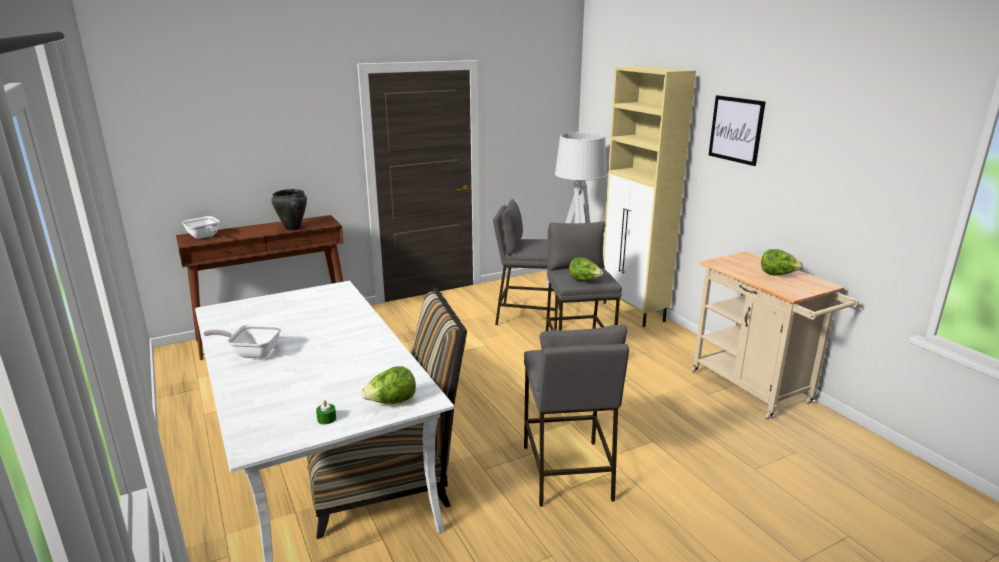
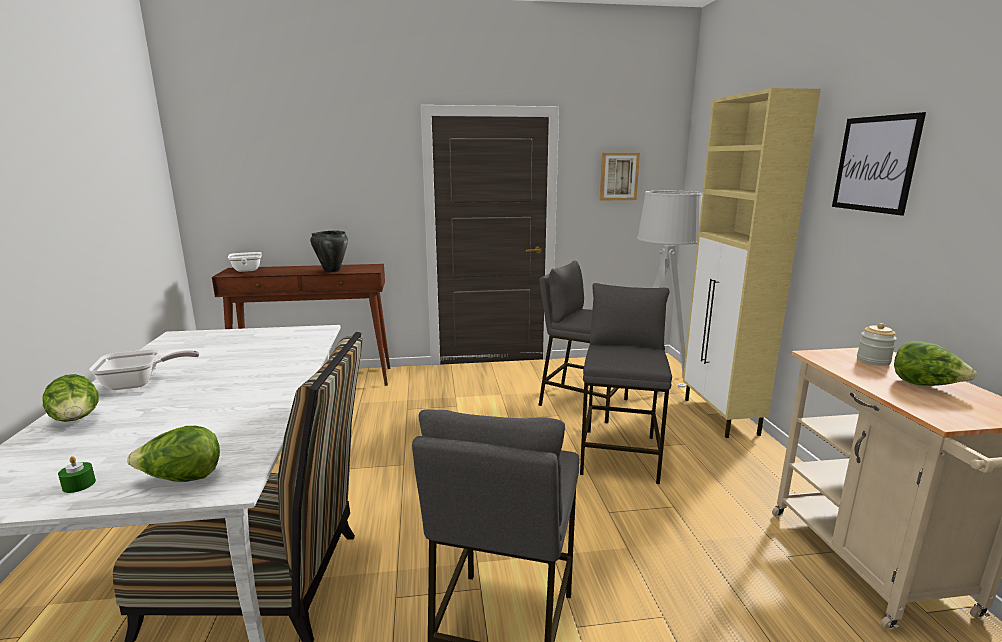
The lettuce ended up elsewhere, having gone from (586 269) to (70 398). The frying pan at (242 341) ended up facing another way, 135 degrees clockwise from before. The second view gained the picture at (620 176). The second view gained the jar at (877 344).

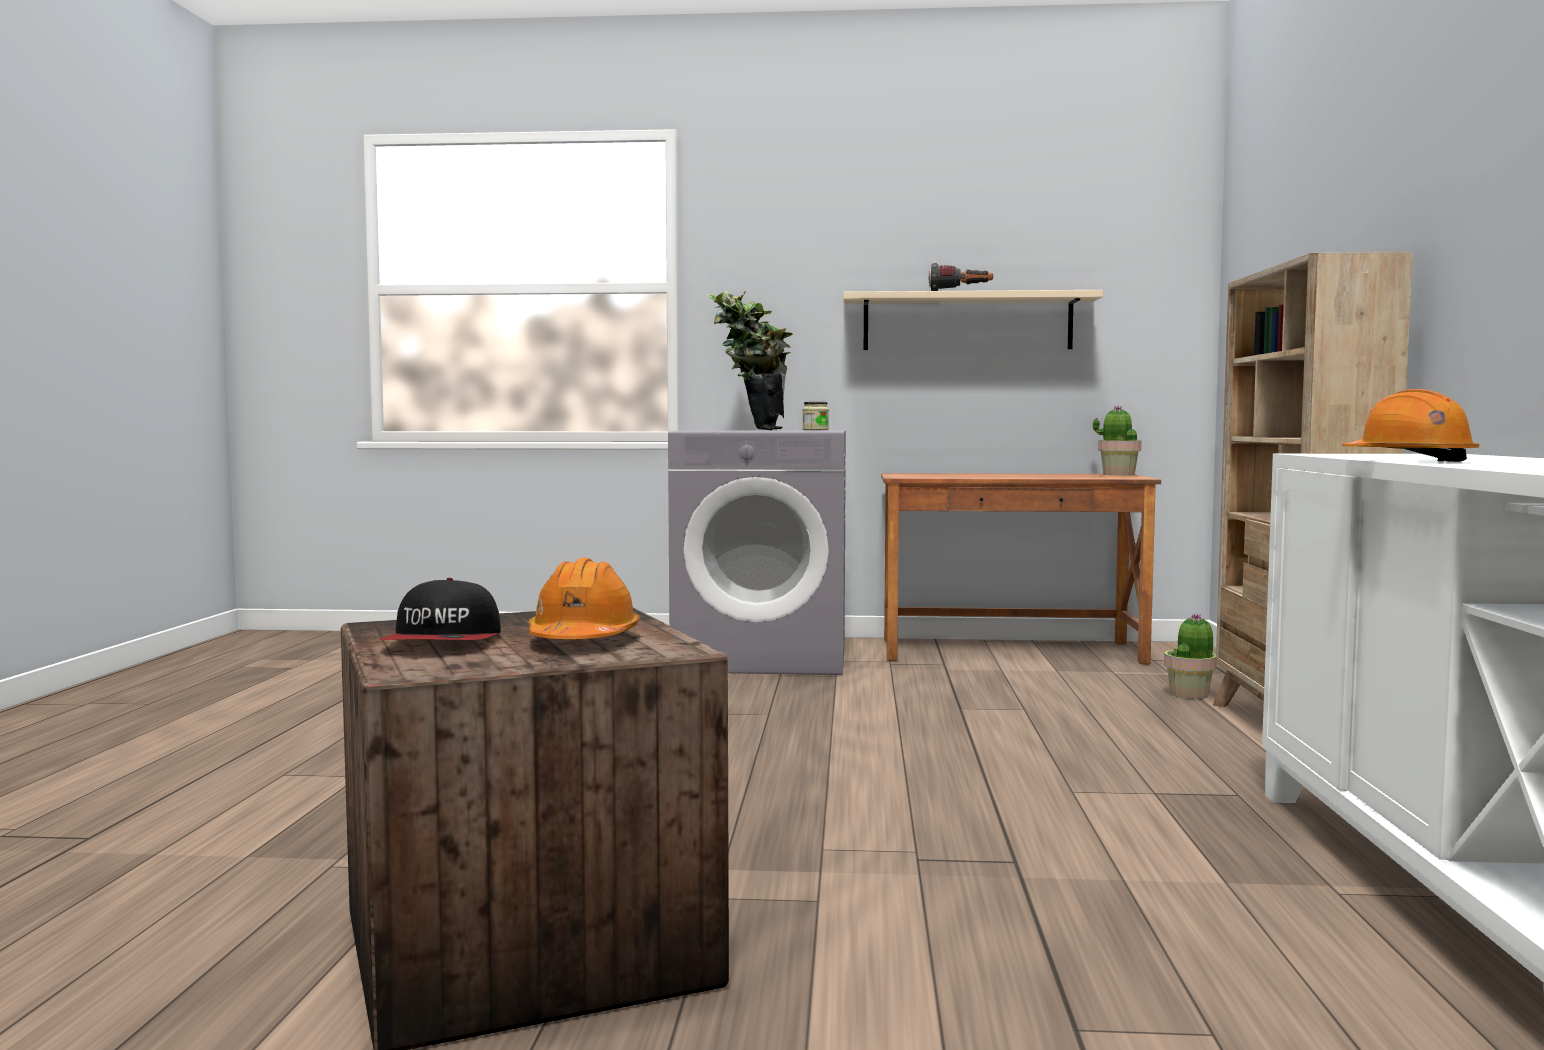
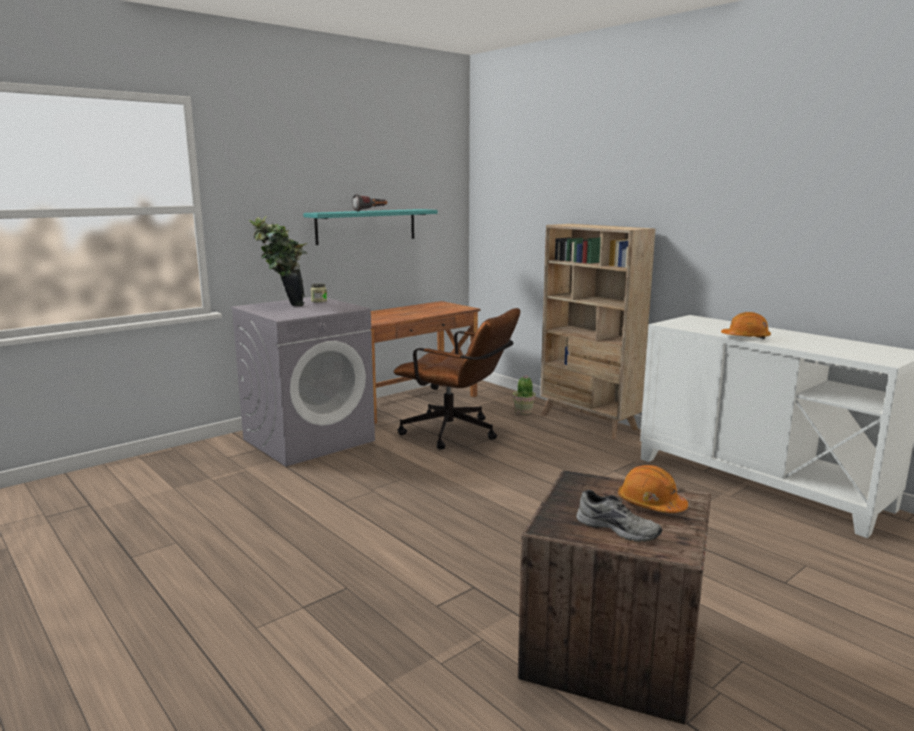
What was the beige shelf at (973 320) turned into the turquoise shelf at (370 227). The second view lost the potted plant at (1117 441). Where the cap stood at (440 609), the grey shoe came to stand at (619 516). The second view gained the brown office chair at (457 379).

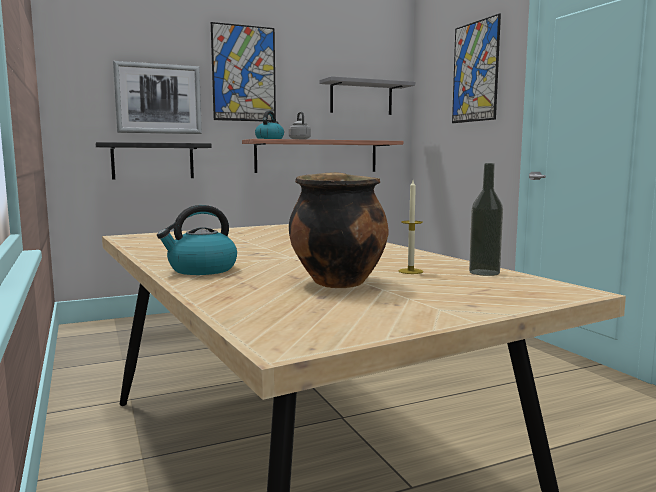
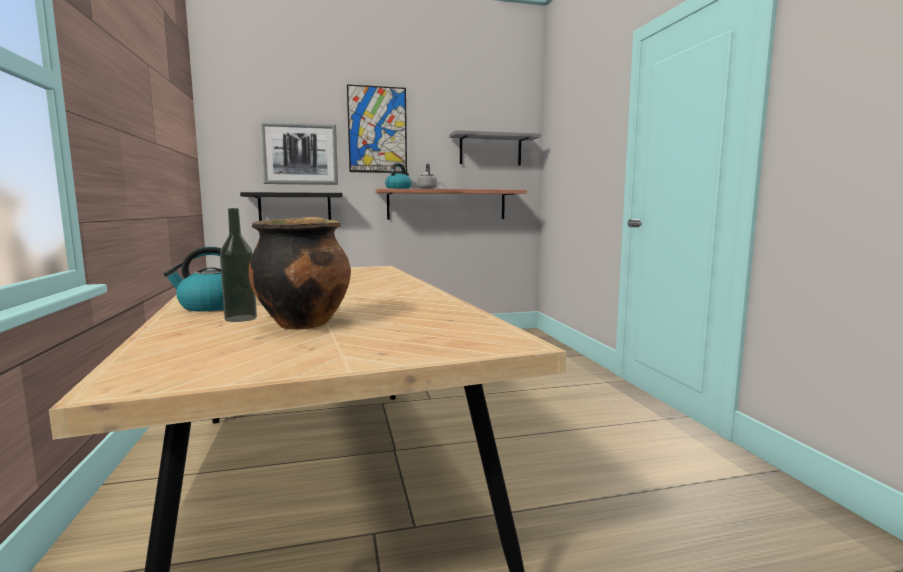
The second view lost the picture at (476 68). The bottle ended up elsewhere, having gone from (486 219) to (238 265). The second view lost the candle at (411 227).

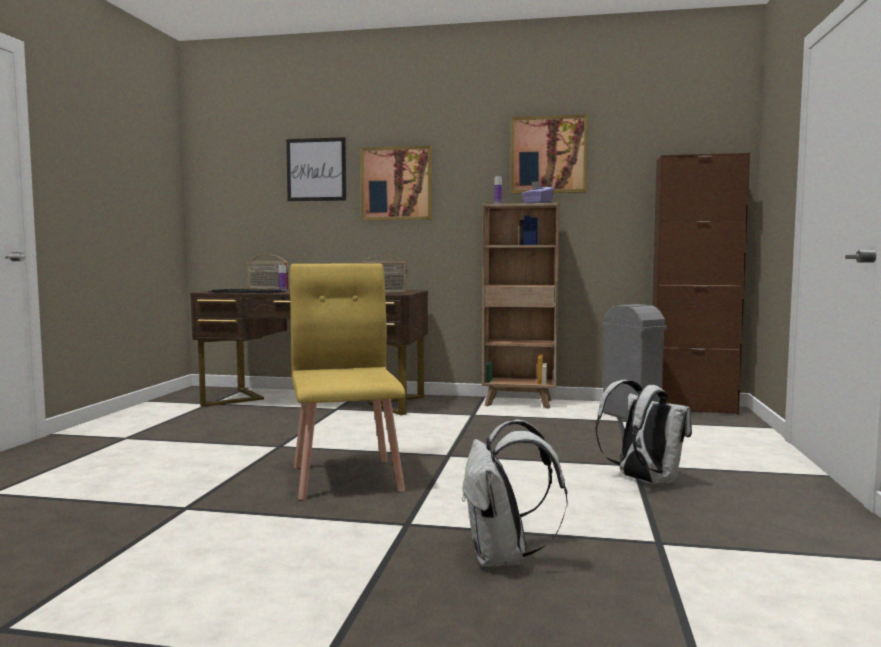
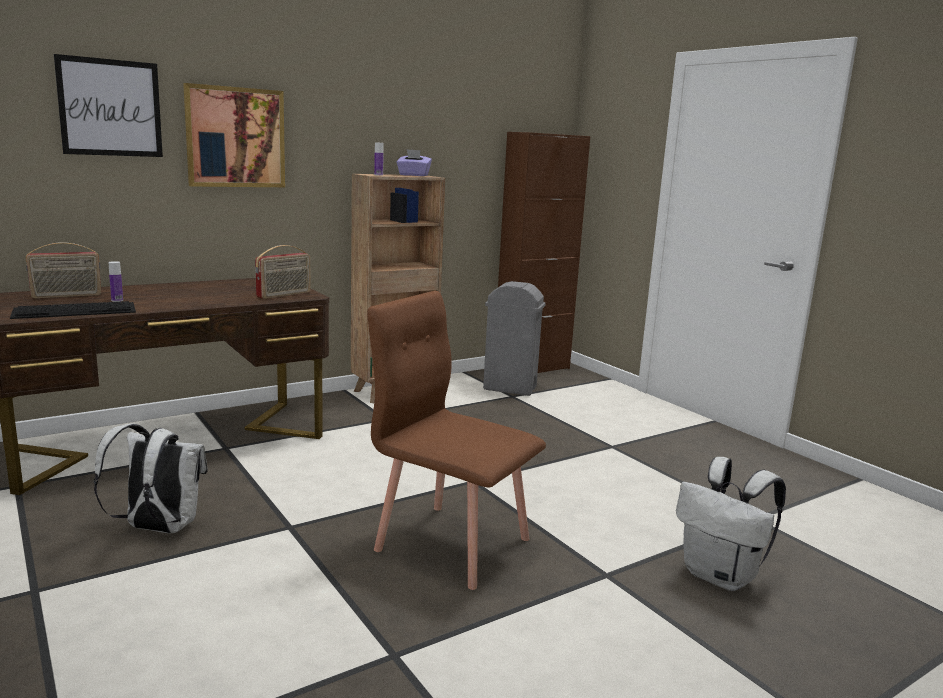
The second view lost the picture at (549 154). What was the yellow chair at (347 382) turned into the brown chair at (457 440). The white backpack ended up elsewhere, having gone from (643 432) to (151 478).

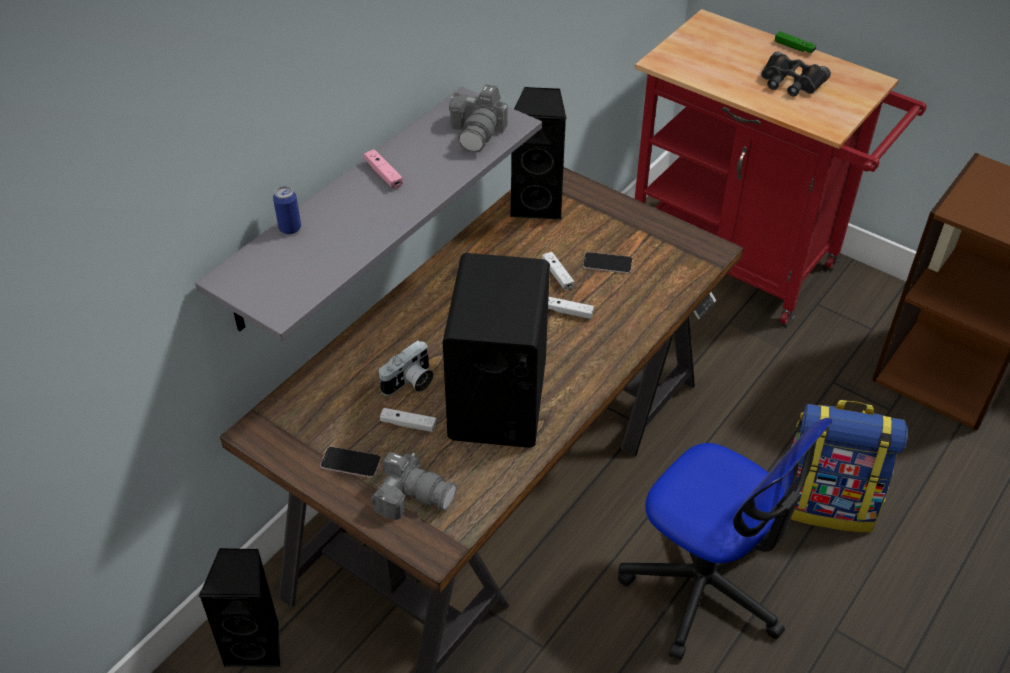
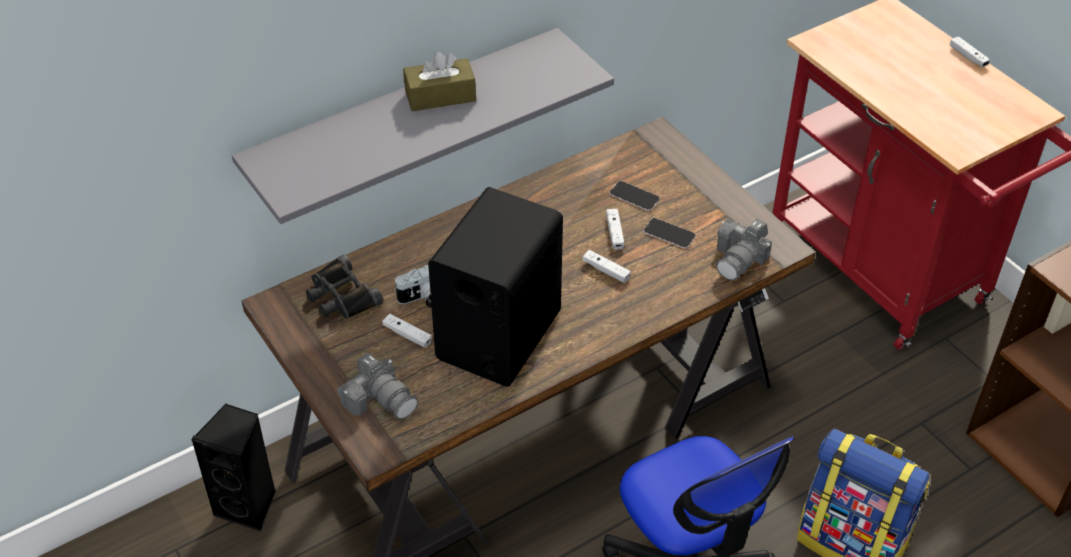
What was the green game controller at (795 42) turned into the white game controller at (970 51). The black binoculars ended up elsewhere, having gone from (796 74) to (344 287). The photo camera ended up elsewhere, having gone from (478 118) to (744 249). The second view lost the black speaker at (538 153). Where the pink game controller stood at (383 169), the brown tissue box came to stand at (439 81). The second view lost the can at (287 210). The phone ended up elsewhere, having gone from (350 462) to (634 196).

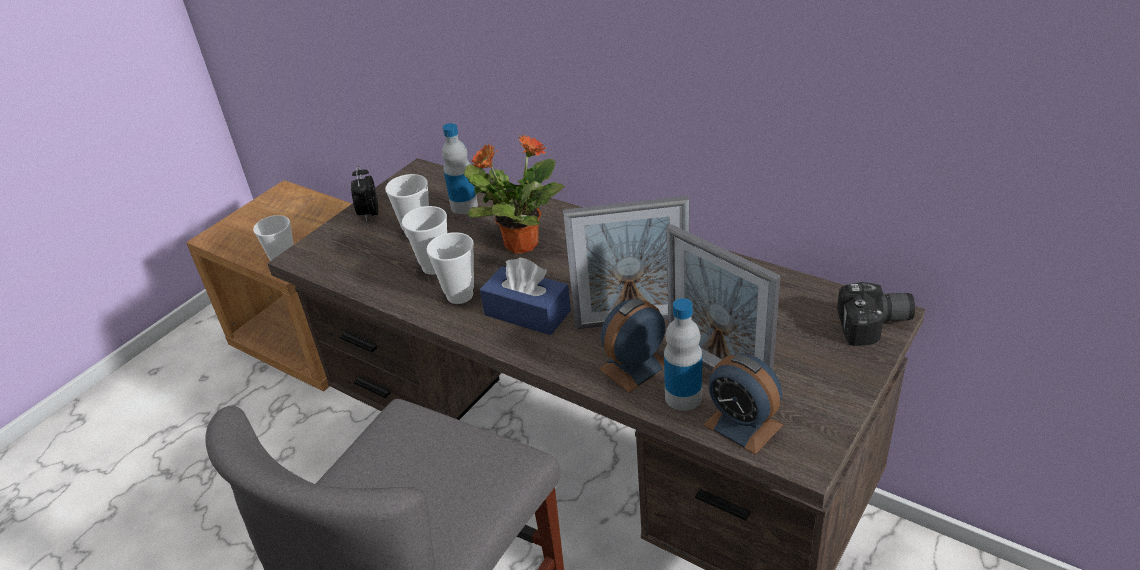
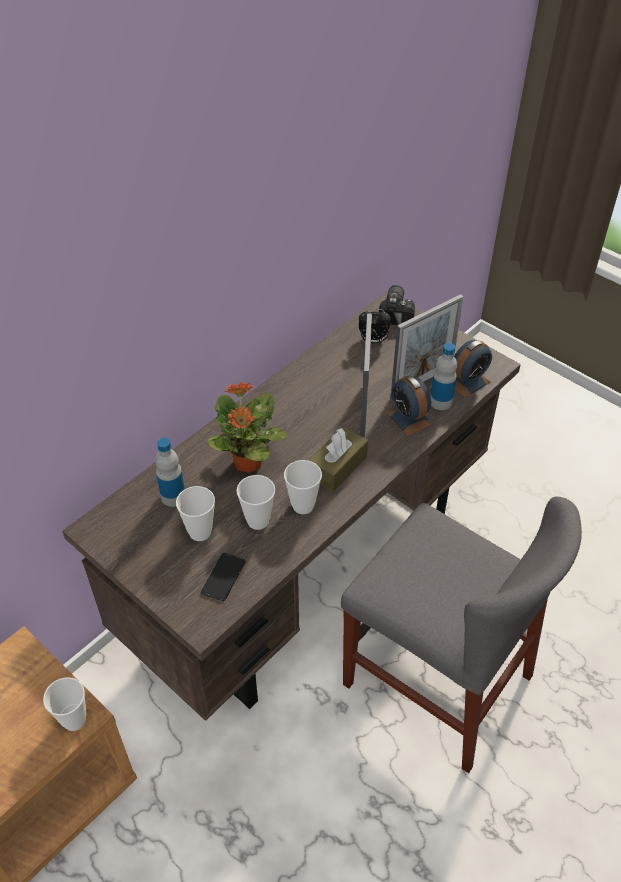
The alarm clock ended up elsewhere, having gone from (364 193) to (375 326). What was the blue tissue box at (525 296) turned into the brown tissue box at (338 459). The second view gained the phone at (223 577).

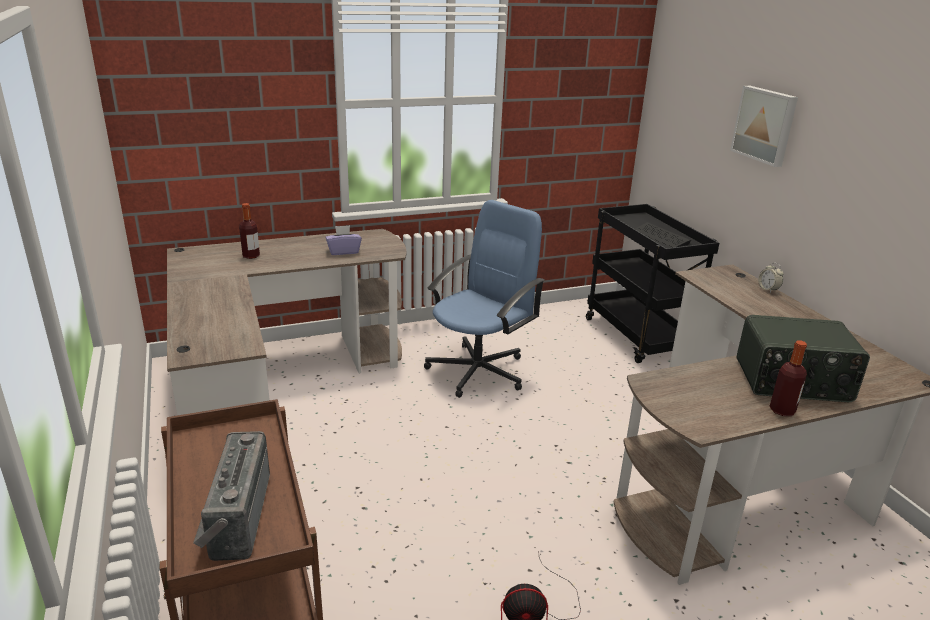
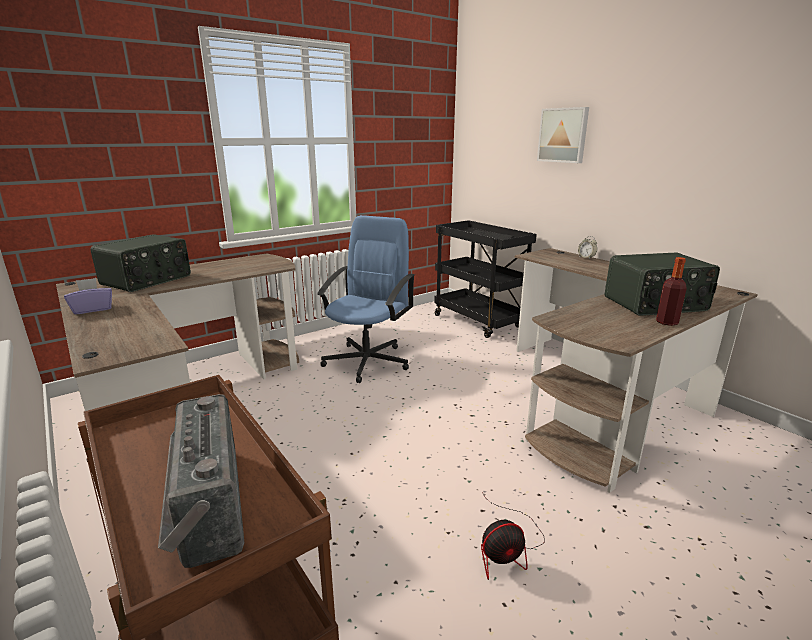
Where the bottle stood at (249 231), the radio came to stand at (141 263). The purple tissue box ended up elsewhere, having gone from (344 240) to (88 296).

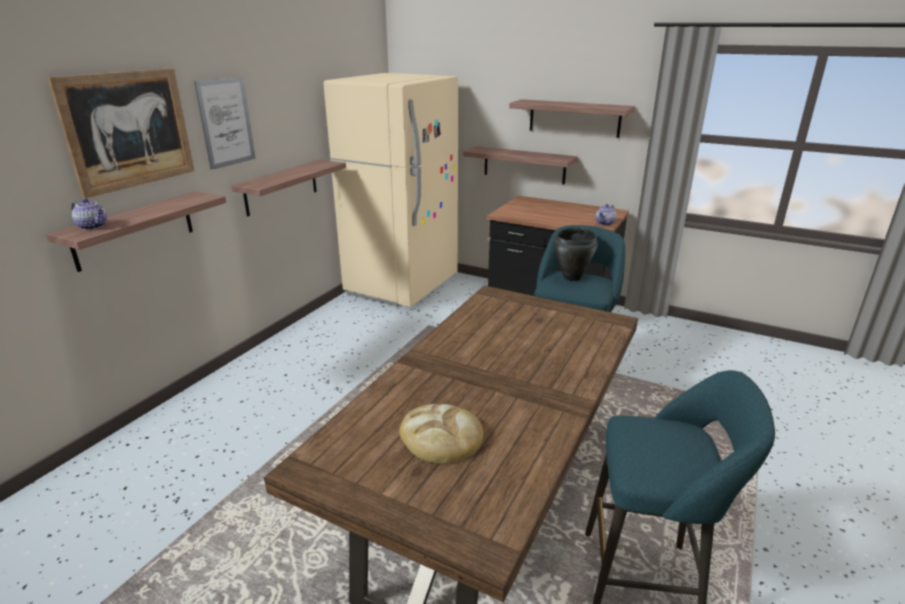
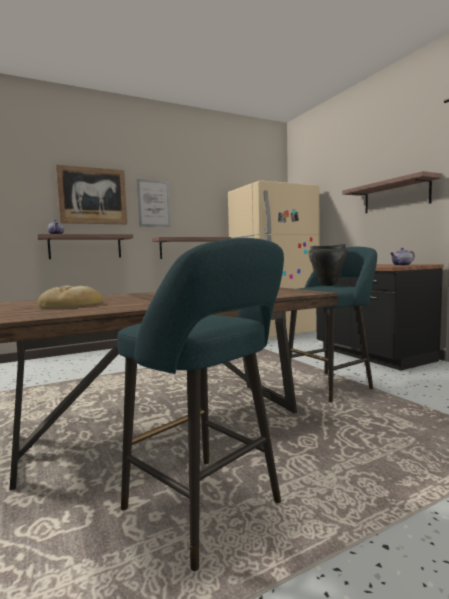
The second view lost the shelf at (520 165).

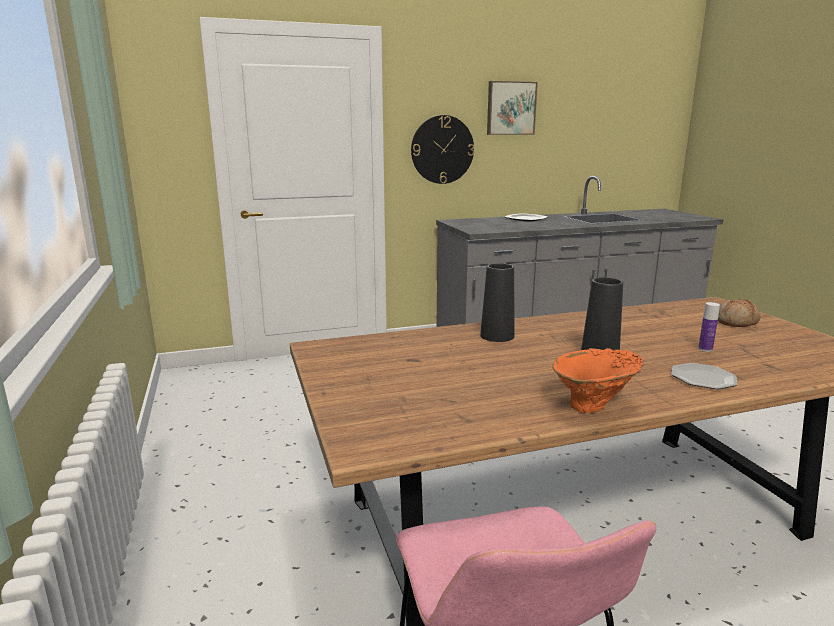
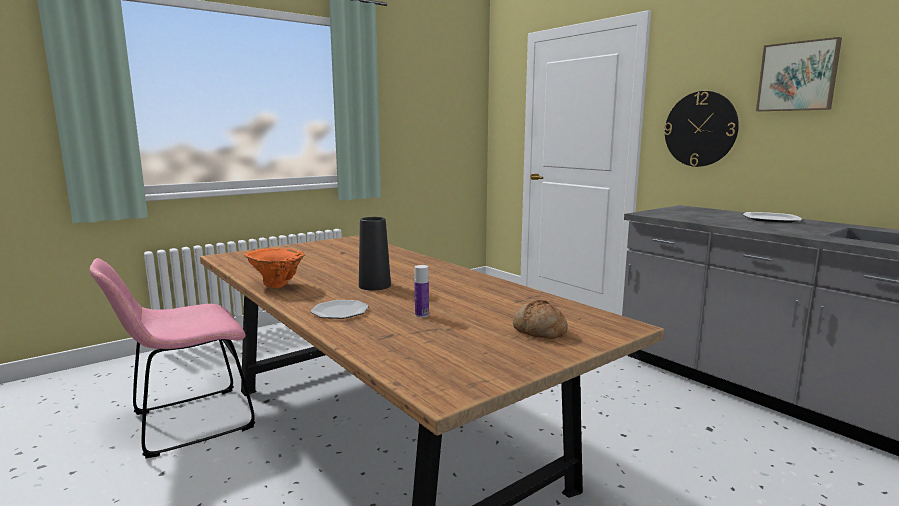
The second view lost the black vase at (497 302).

